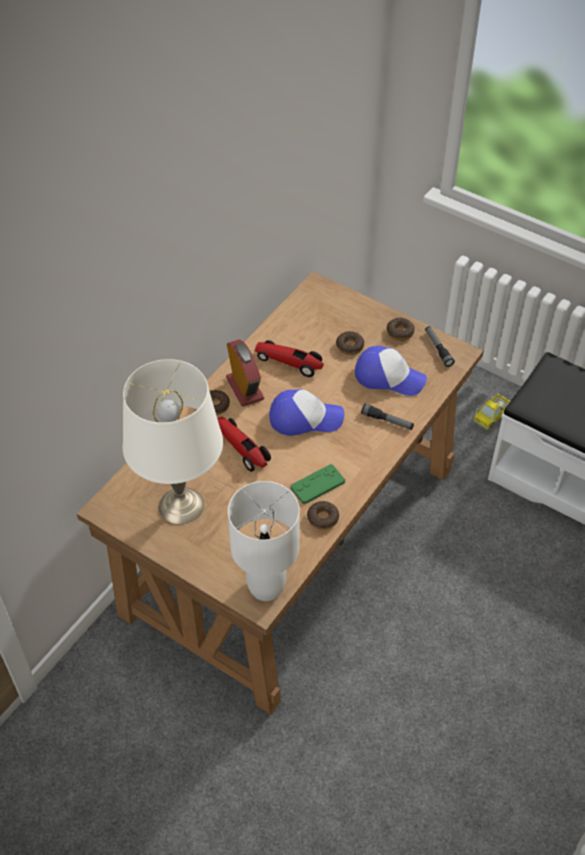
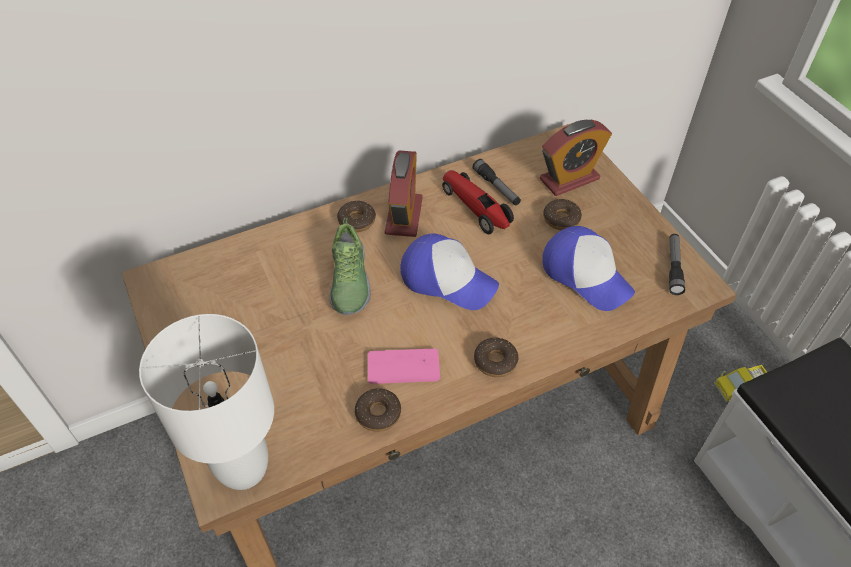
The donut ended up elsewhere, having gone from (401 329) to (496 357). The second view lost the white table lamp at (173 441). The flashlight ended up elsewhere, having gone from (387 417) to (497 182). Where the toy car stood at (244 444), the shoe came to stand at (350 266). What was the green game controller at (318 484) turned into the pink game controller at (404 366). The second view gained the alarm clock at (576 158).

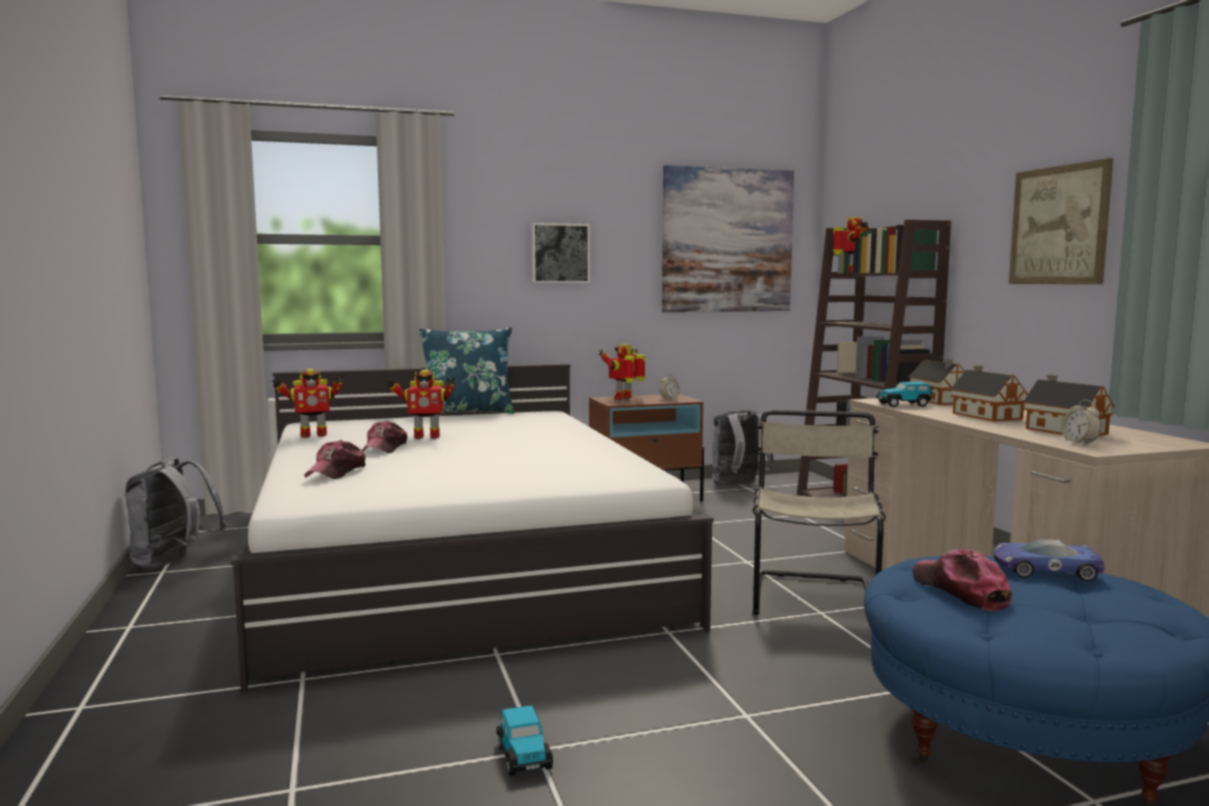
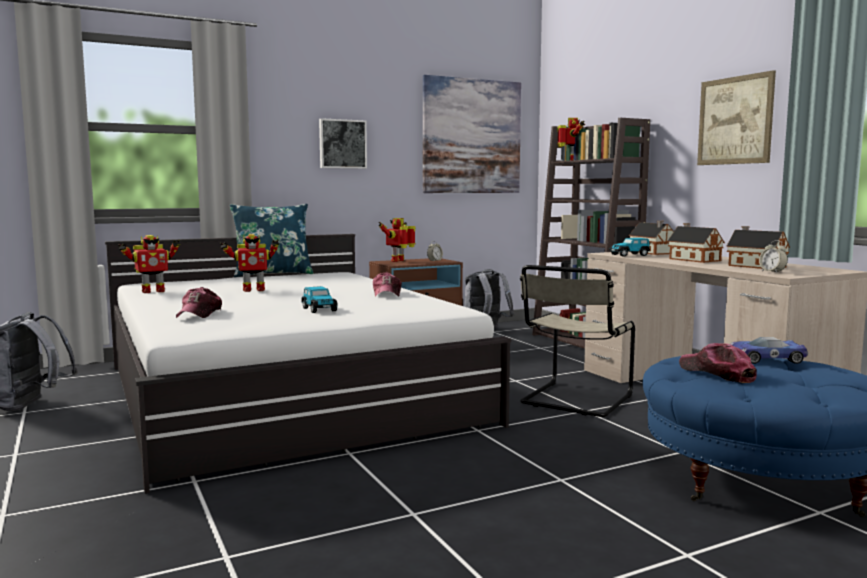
The beige chair at (819 512) ended up facing another way, 150 degrees counterclockwise from before. The cap ended up elsewhere, having gone from (384 437) to (387 284). The toy car ended up elsewhere, having gone from (525 740) to (319 299).

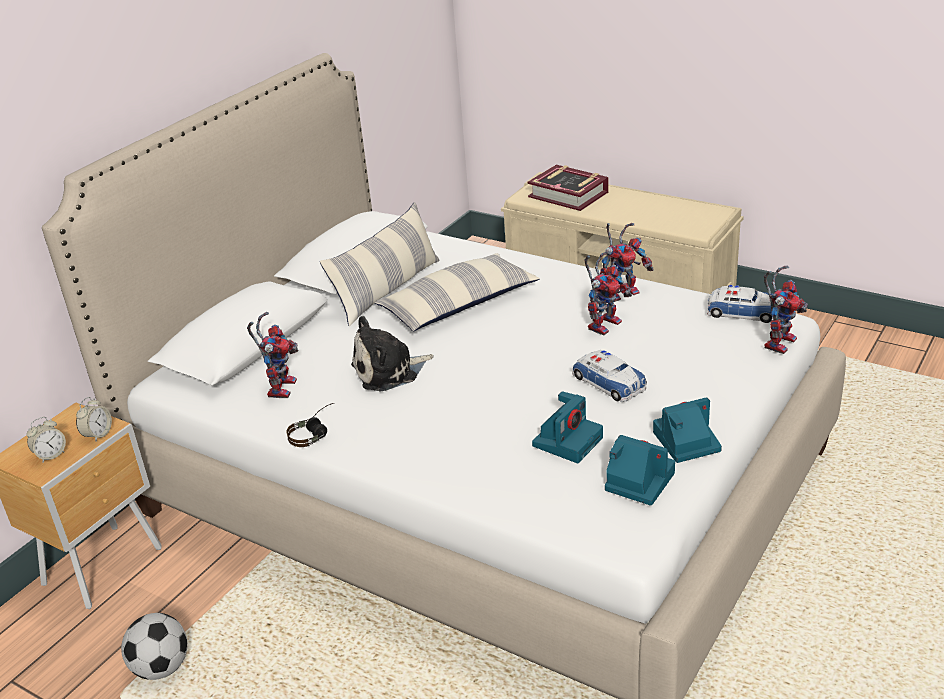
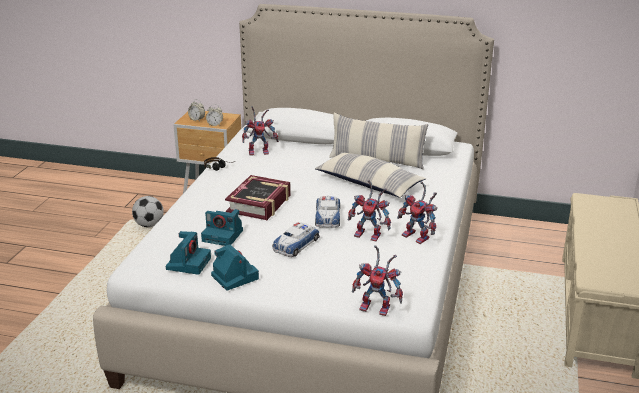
The book ended up elsewhere, having gone from (568 188) to (258 197). The toy car ended up elsewhere, having gone from (740 304) to (327 212). The second view lost the plush toy at (392 353).

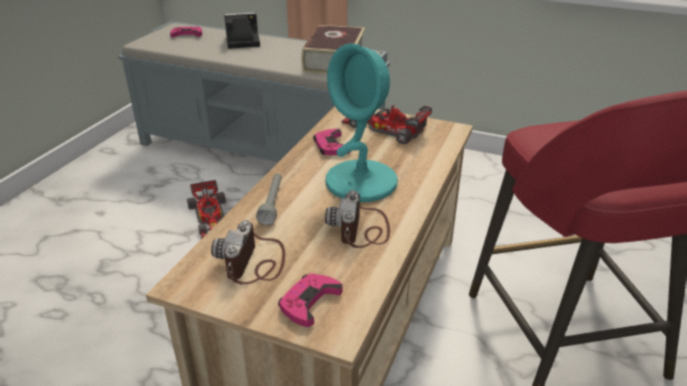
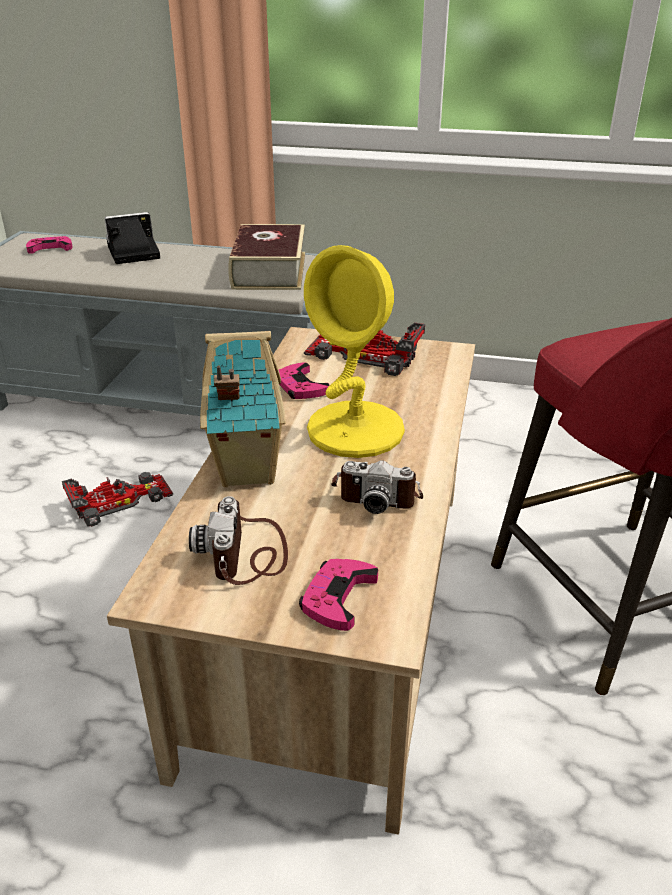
What was the turquoise table lamp at (361 122) turned into the yellow table lamp at (354 351). Where the grey flashlight stood at (268 199), the toy house came to stand at (243 409). The toy car at (206 209) ended up facing another way, 90 degrees counterclockwise from before. The photo camera at (357 219) ended up facing another way, 75 degrees counterclockwise from before.

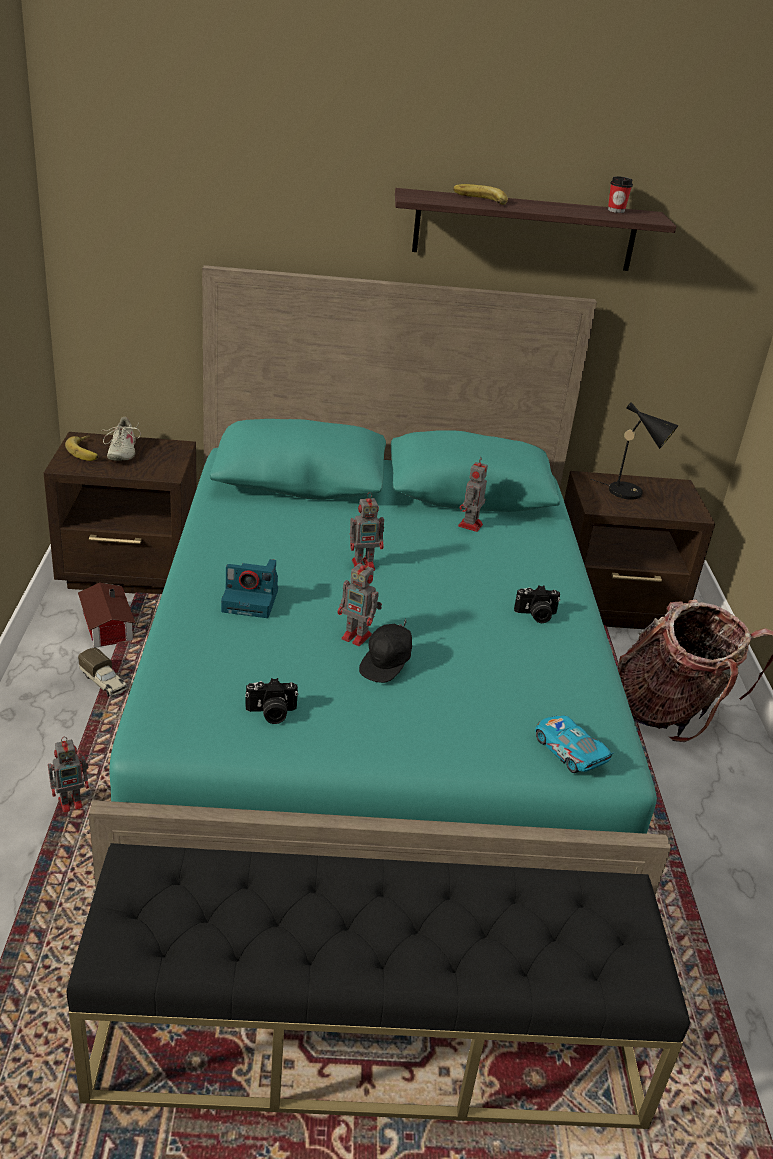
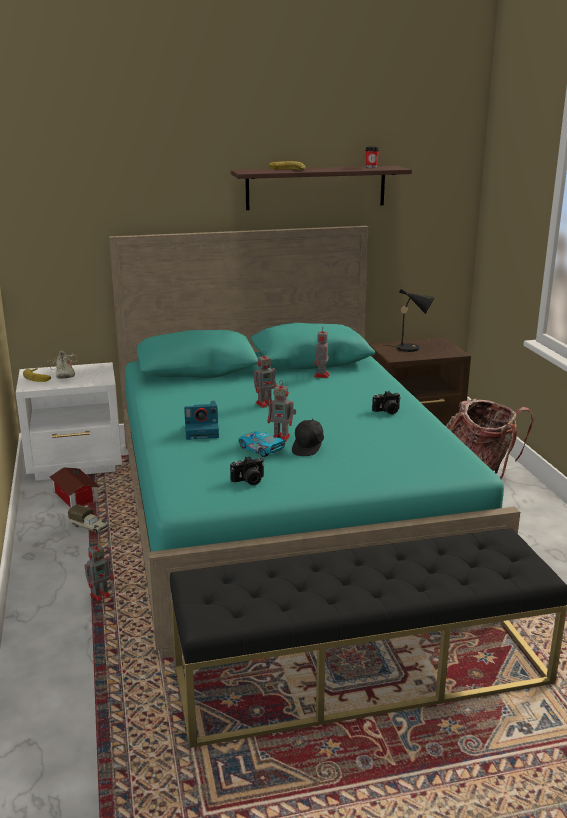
What was the brown nightstand at (120 513) turned into the white nightstand at (69 421). The toy car ended up elsewhere, having gone from (574 744) to (262 444).

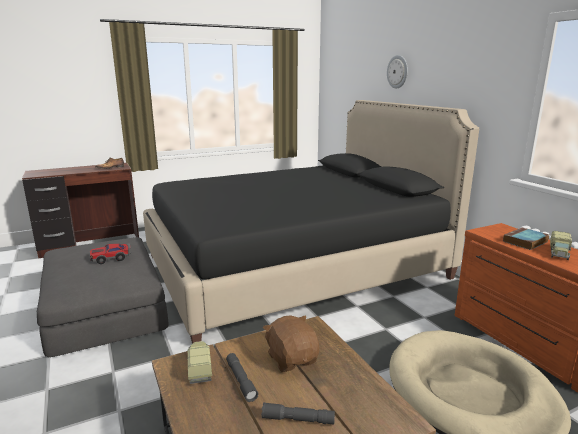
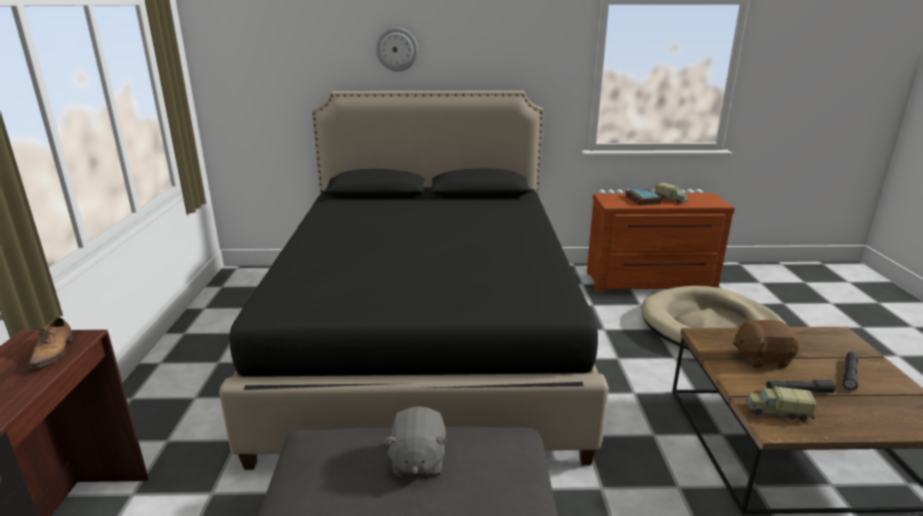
Where the toy car stood at (111 253), the grey plush toy came to stand at (415 441).

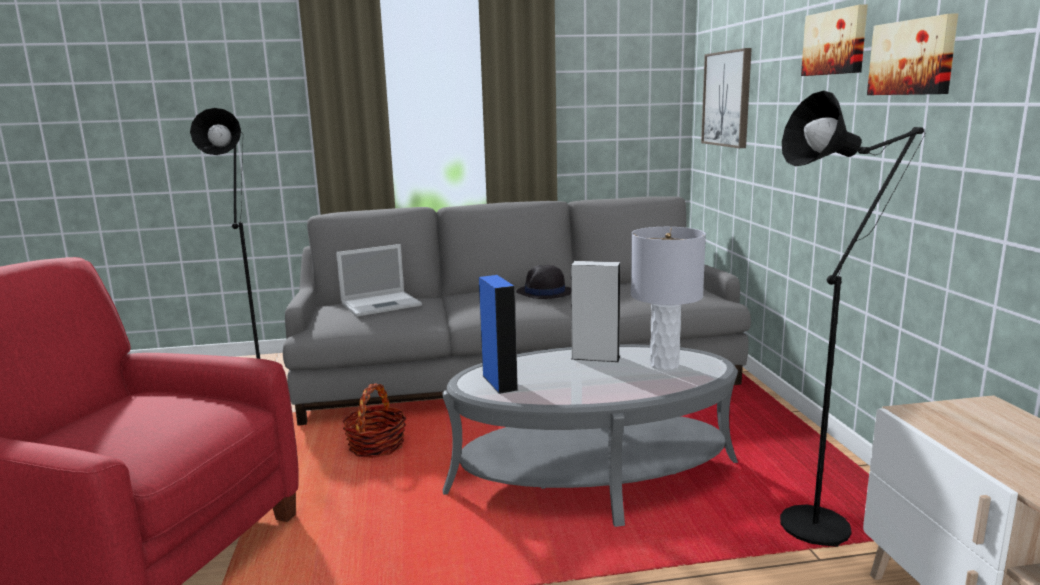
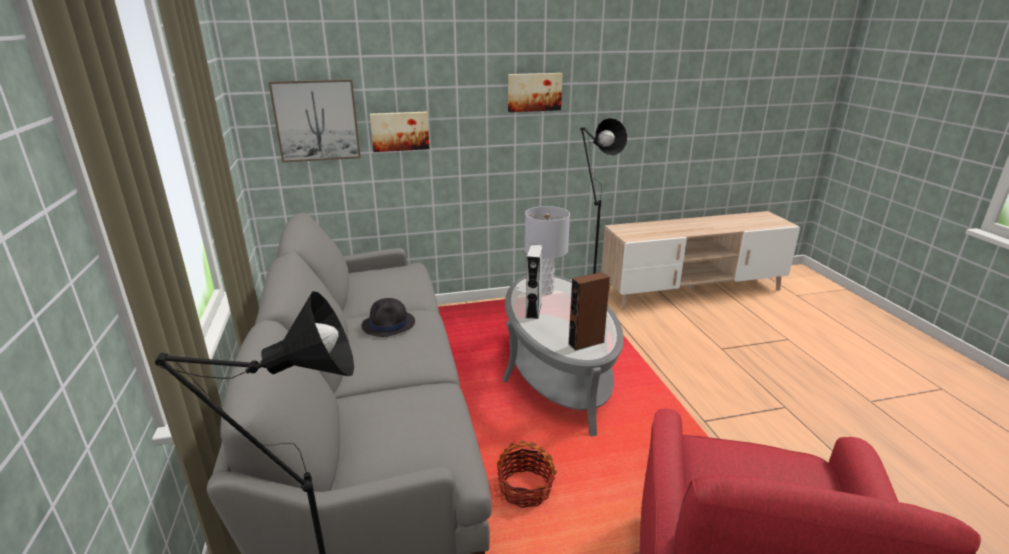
The picture ended up elsewhere, having gone from (834 40) to (399 132). The second view lost the laptop at (379 280). What was the blue speaker at (498 334) turned into the brown speaker at (589 311).

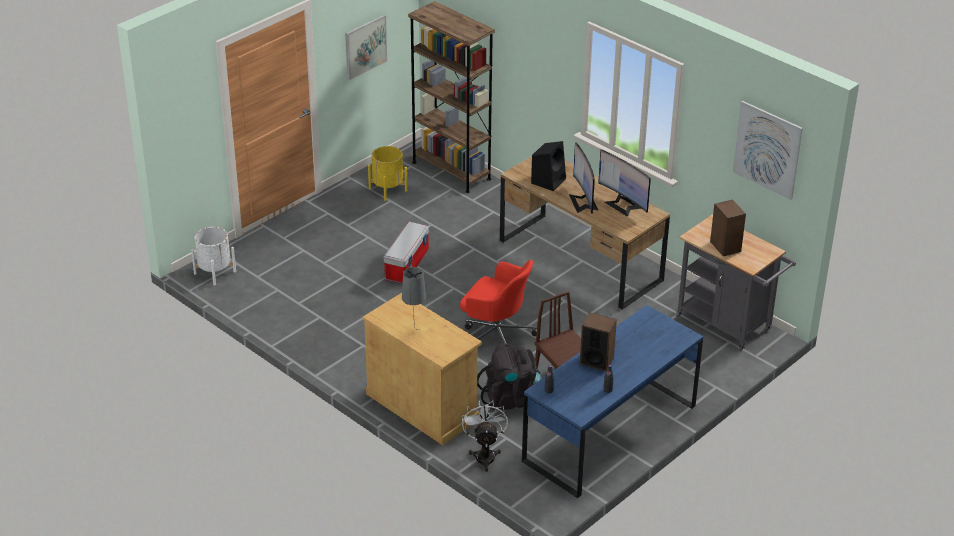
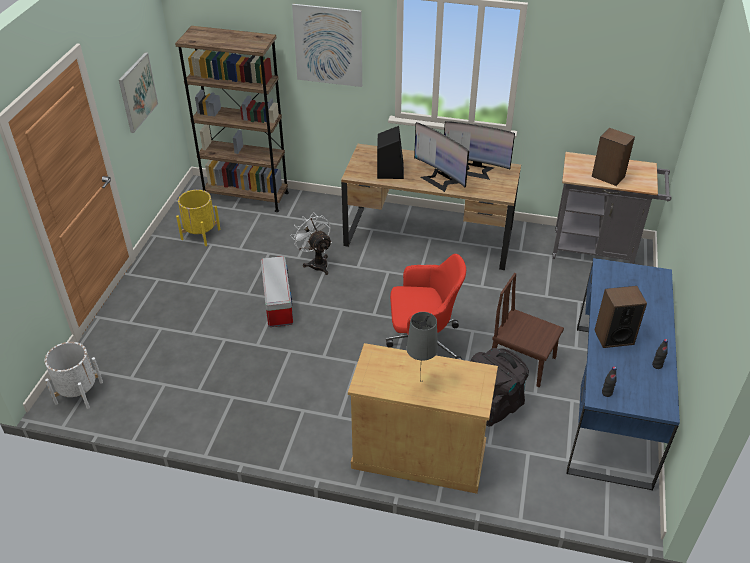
The picture ended up elsewhere, having gone from (768 150) to (327 45). The white fan ended up elsewhere, having gone from (485 436) to (311 243).

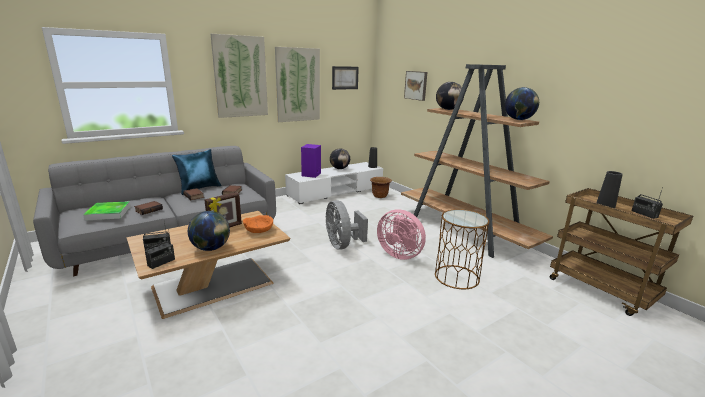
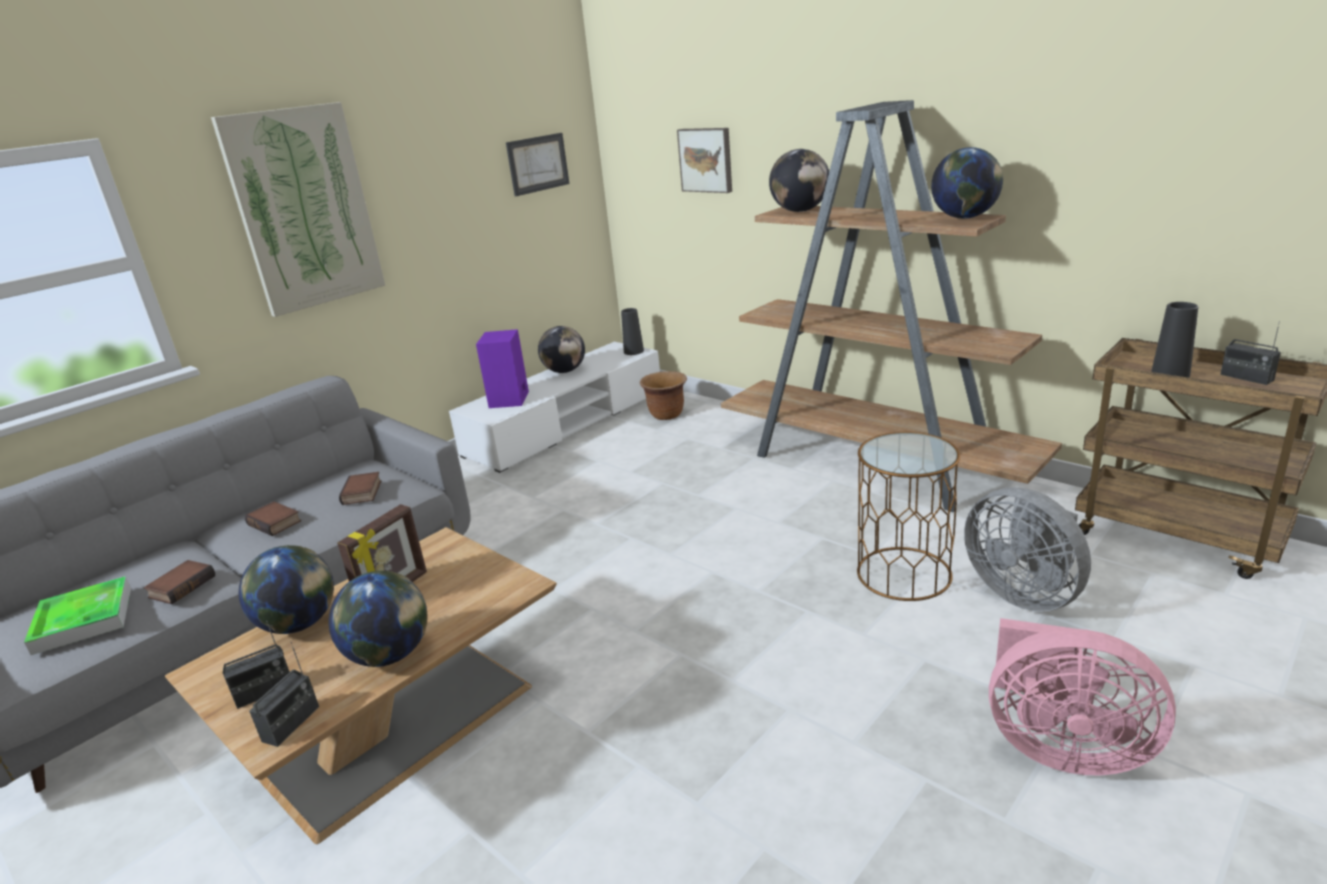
The second view lost the picture at (297 84). The second view lost the blue pillow at (197 172). The grey fan ended up elsewhere, having gone from (346 225) to (1027 549). The pink fan ended up elsewhere, having gone from (401 234) to (1082 697). The second view lost the orange bowl at (258 224). The second view gained the globe at (286 589).

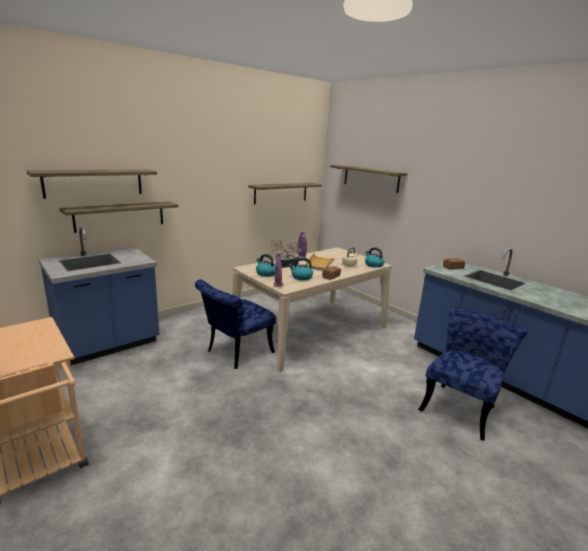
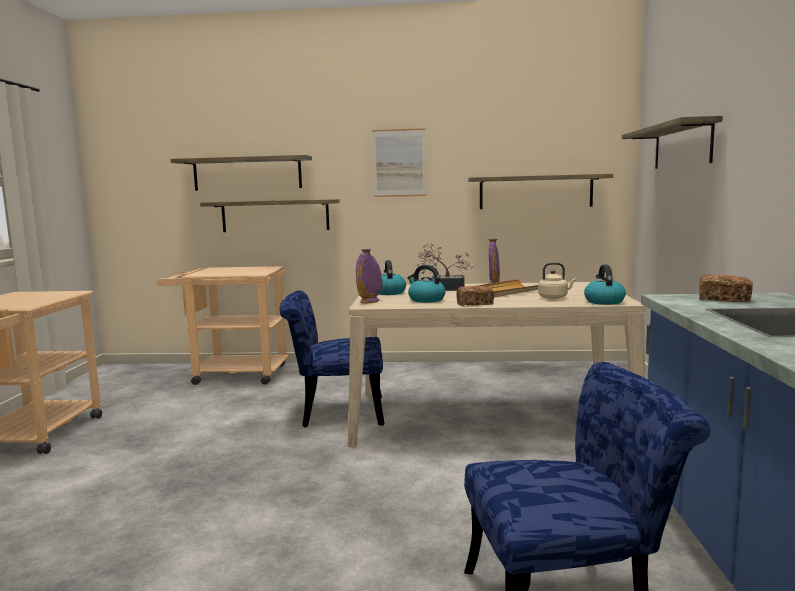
Where the blue counter stood at (98 296), the beige cart came to stand at (222 325). The second view gained the picture at (399 162).

